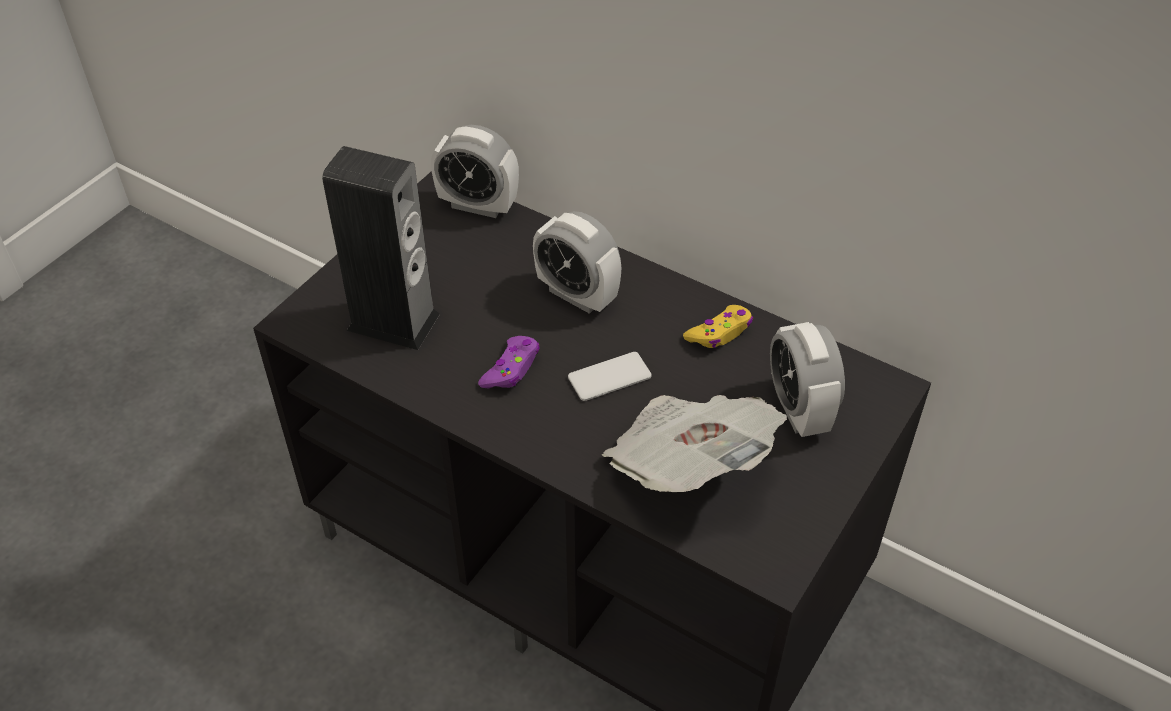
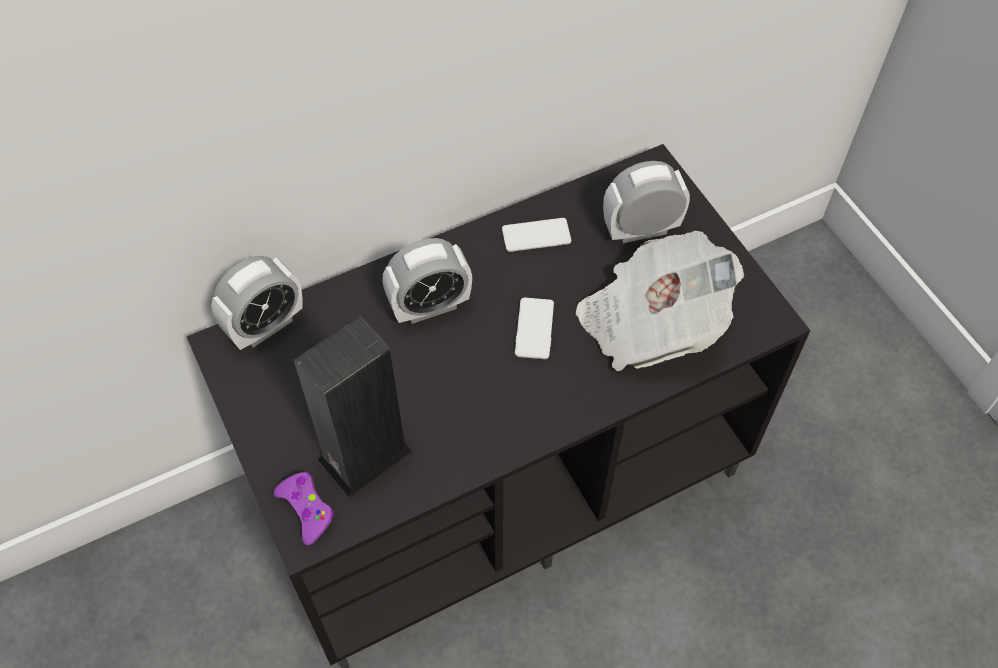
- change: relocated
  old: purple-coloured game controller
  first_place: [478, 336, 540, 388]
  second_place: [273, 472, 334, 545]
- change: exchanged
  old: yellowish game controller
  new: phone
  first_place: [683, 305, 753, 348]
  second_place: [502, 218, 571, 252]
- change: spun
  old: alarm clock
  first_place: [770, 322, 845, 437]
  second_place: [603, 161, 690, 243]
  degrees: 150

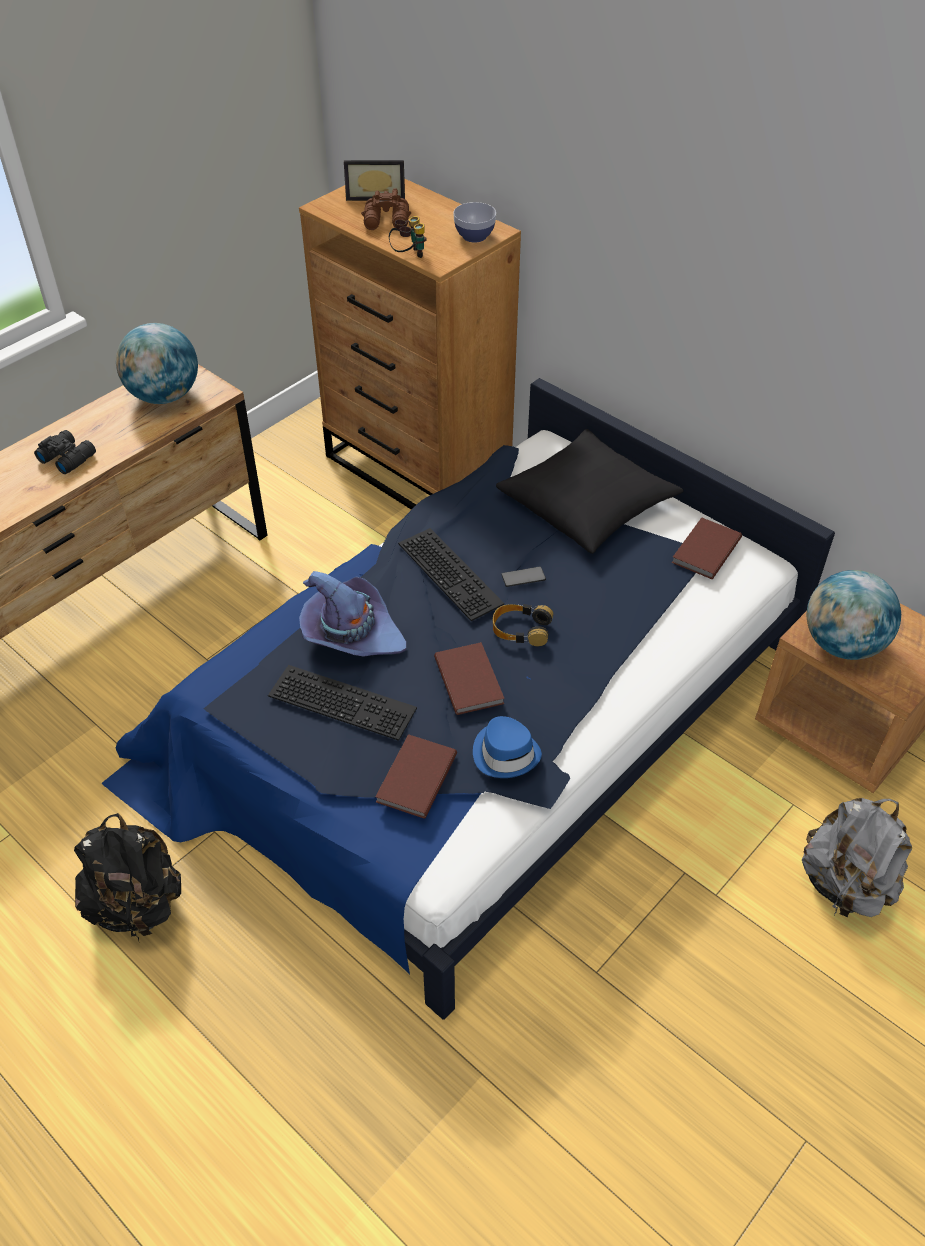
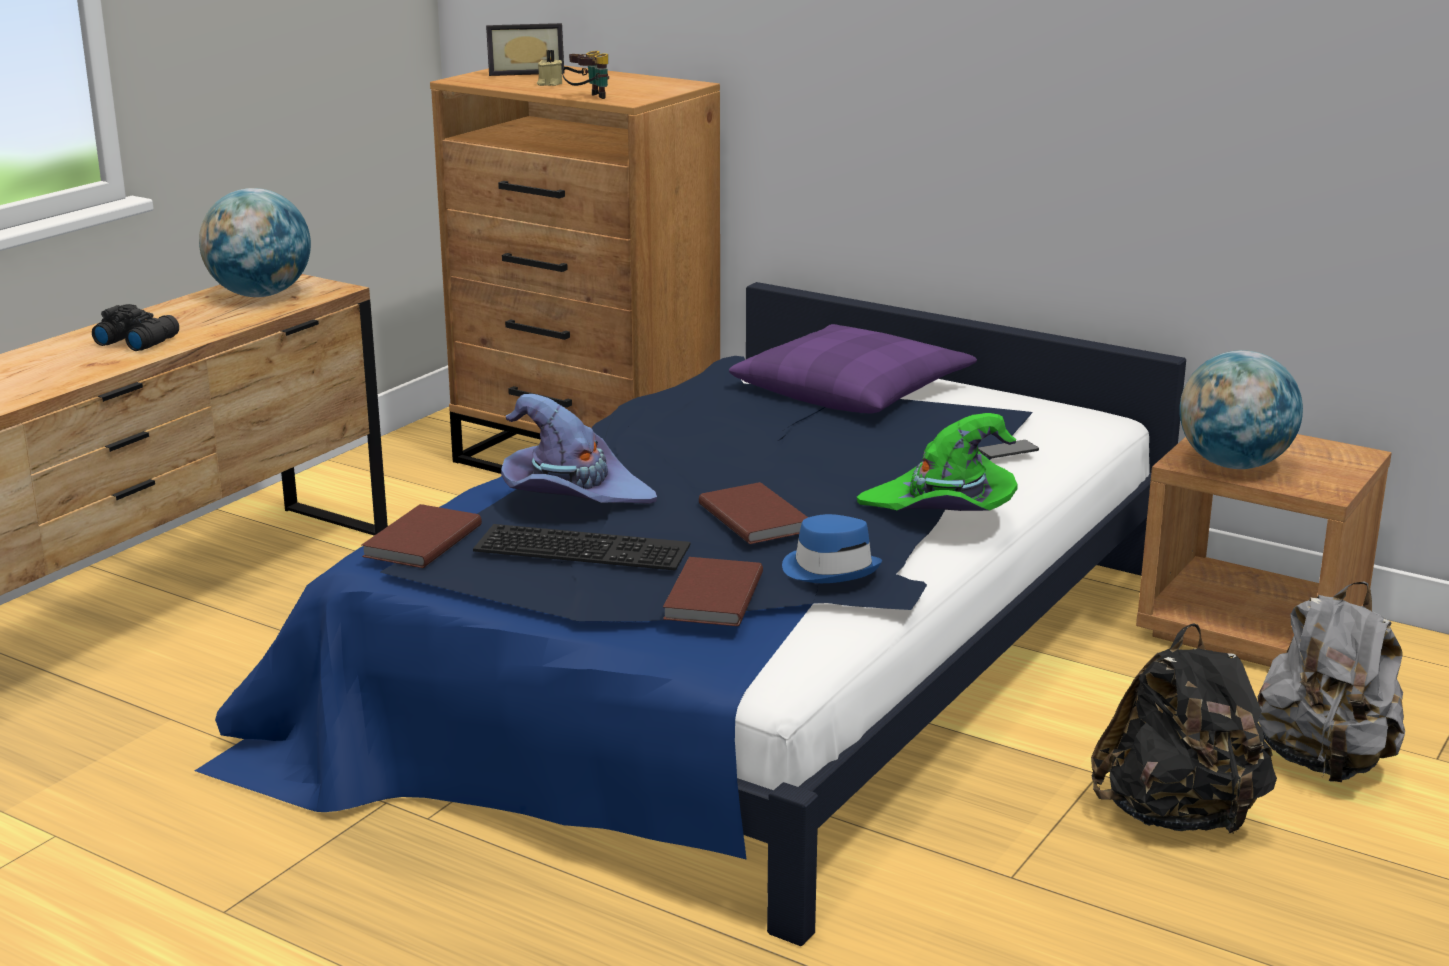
- change: relocated
  old: brown volume
  first_place: [671, 518, 742, 579]
  second_place: [362, 504, 482, 568]
- change: exchanged
  old: brown binoculars
  new: sand-coloured candle
  first_place: [361, 188, 411, 230]
  second_place: [537, 50, 562, 86]
- change: colour
  old: blackish cushion
  new: purple-coloured cushion
  first_place: [496, 429, 683, 554]
  second_place: [729, 324, 977, 413]
- change: appeared
  new: green-coloured wearable hat
  second_place: [857, 413, 1018, 511]
- change: relocated
  old: phone
  first_place: [501, 567, 546, 587]
  second_place: [978, 440, 1039, 459]
- change: relocated
  old: blackish backpack
  first_place: [74, 813, 181, 940]
  second_place: [1091, 623, 1277, 833]
- change: missing
  old: computer keyboard
  first_place: [398, 528, 504, 621]
- change: missing
  old: deep dish
  first_place: [453, 202, 496, 242]
- change: missing
  old: headset
  first_place: [493, 604, 553, 646]

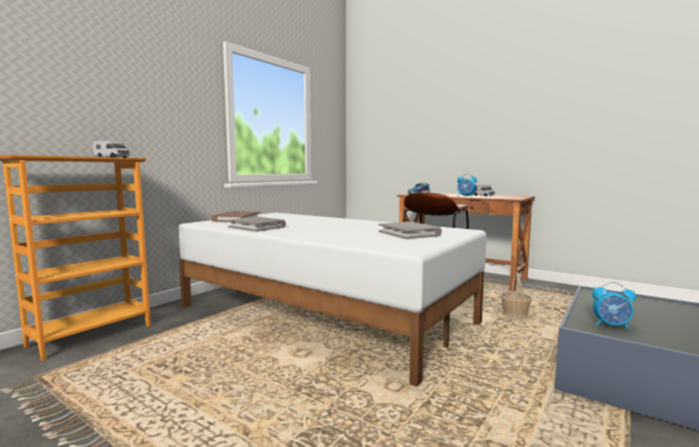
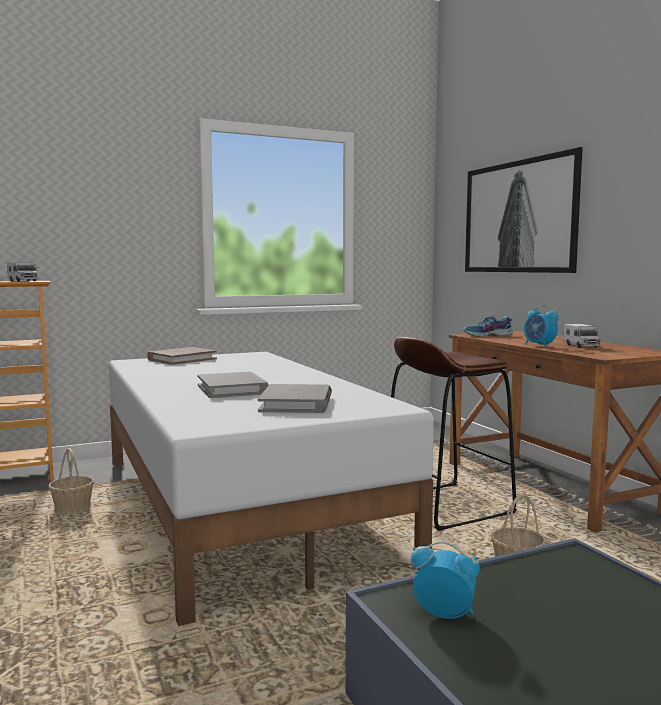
- change: appeared
  new: storage basket
  second_place: [49, 448, 94, 514]
- change: relocated
  old: greyish volume
  first_place: [228, 217, 286, 232]
  second_place: [197, 372, 269, 398]
- change: spun
  old: alarm clock
  first_place: [592, 282, 636, 330]
  second_place: [411, 541, 480, 619]
  degrees: 150
- change: appeared
  new: wall art
  second_place: [465, 147, 583, 273]

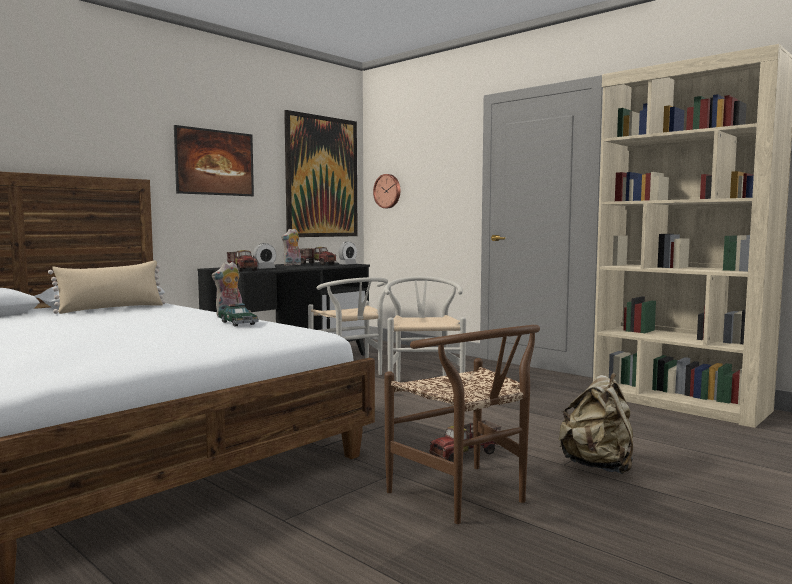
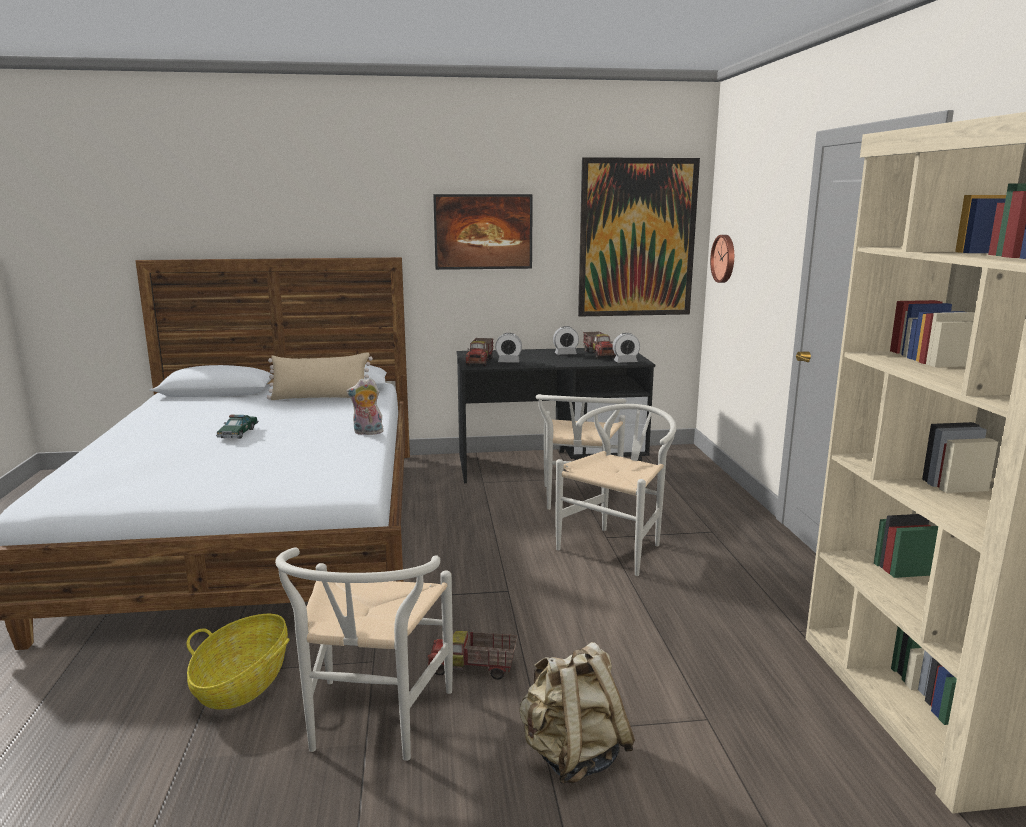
- change: appeared
  new: storage basket
  second_place: [187, 614, 289, 709]
- change: relocated
  old: miniature car
  first_place: [217, 303, 259, 327]
  second_place: [216, 415, 258, 439]
- change: colour
  old: brown chair
  new: white-coloured chair
  first_place: [384, 325, 540, 524]
  second_place: [275, 547, 453, 761]
- change: exchanged
  old: cuddly toy
  new: alarm clock
  first_place: [281, 228, 301, 265]
  second_place: [553, 326, 579, 355]

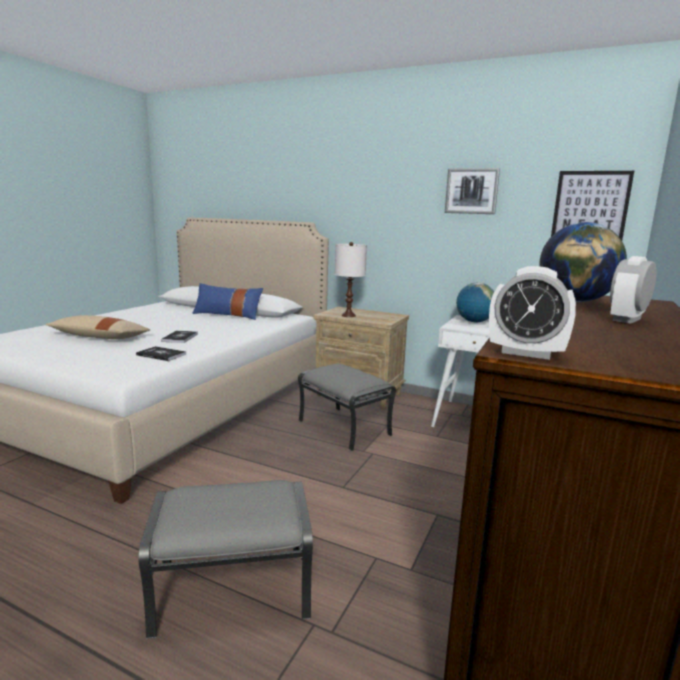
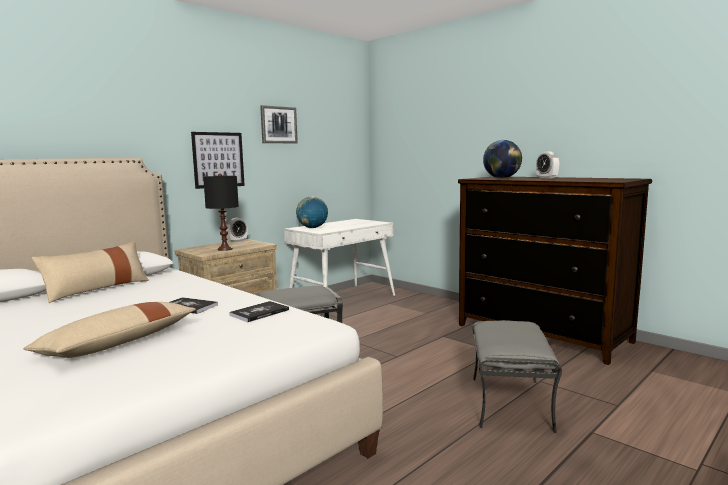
- change: colour
  old: bluish cushion
  new: sand-coloured cushion
  first_place: [192, 283, 263, 320]
  second_place: [32, 241, 149, 303]
- change: relocated
  old: wall art
  first_place: [551, 171, 634, 240]
  second_place: [191, 132, 245, 189]
- change: colour
  old: white-coloured tabletop lamp
  new: blackish tabletop lamp
  first_place: [335, 242, 367, 317]
  second_place: [203, 174, 239, 251]
- change: relocated
  old: alarm clock
  first_place: [489, 266, 576, 360]
  second_place: [226, 218, 247, 242]

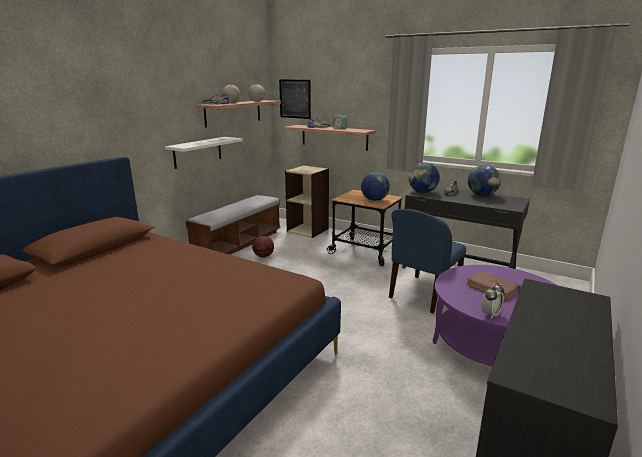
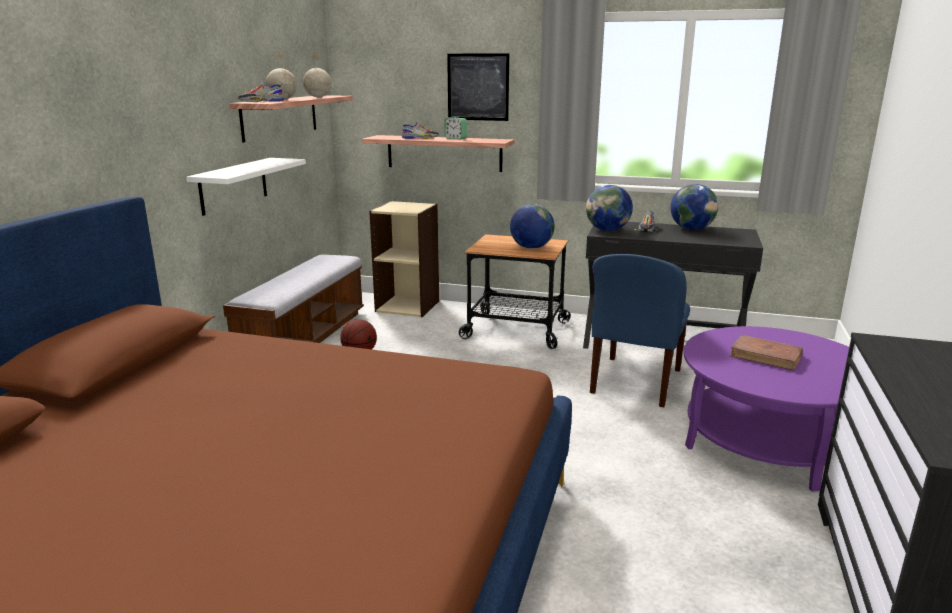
- change: relocated
  old: wall art
  first_place: [279, 80, 311, 119]
  second_place: [447, 53, 509, 121]
- change: missing
  old: alarm clock
  first_place: [481, 283, 504, 319]

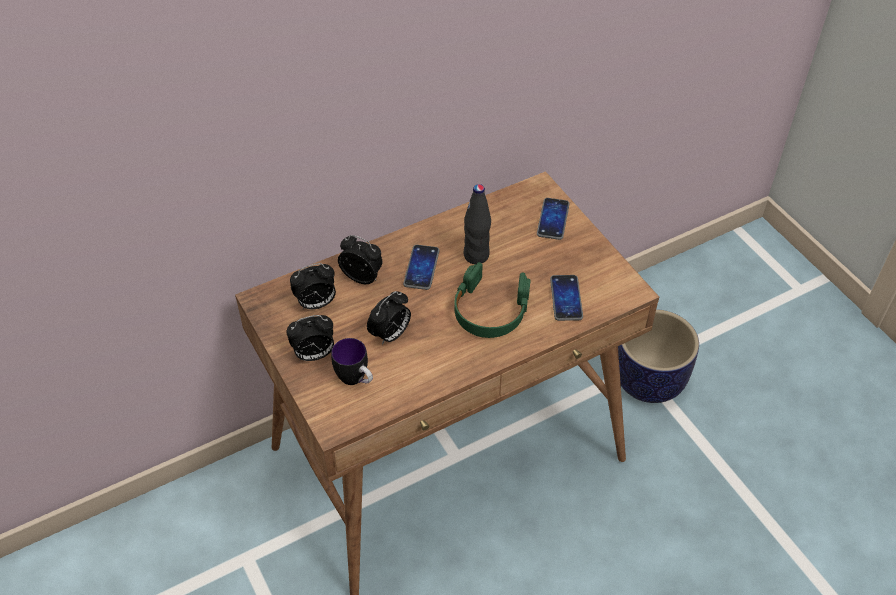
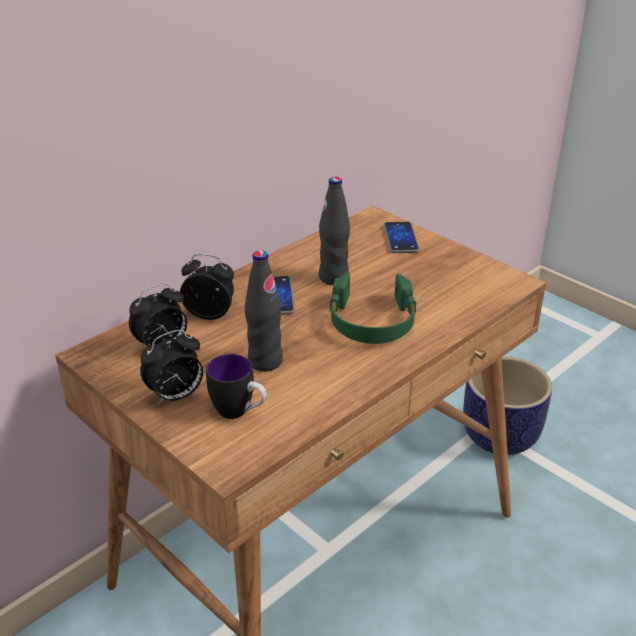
- change: exchanged
  old: alarm clock
  new: blackish drink bottle
  first_place: [367, 291, 411, 345]
  second_place: [245, 250, 283, 372]
- change: missing
  old: phone
  first_place: [550, 275, 583, 321]

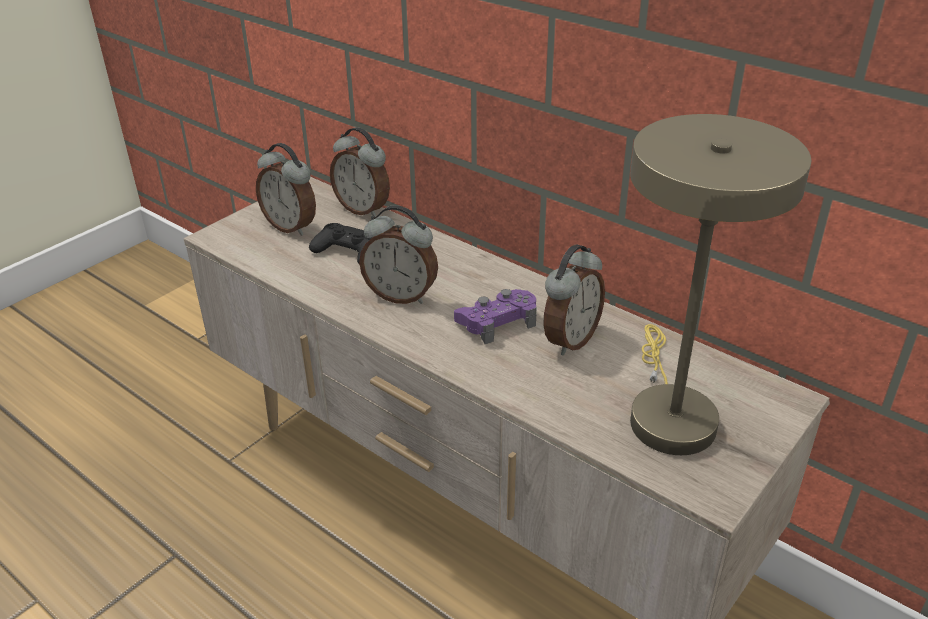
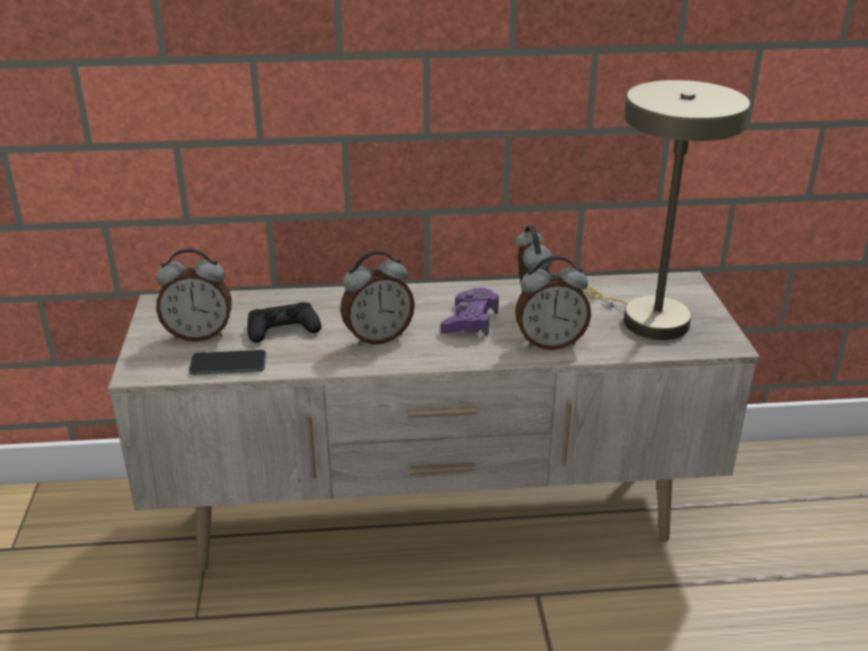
- change: appeared
  new: phone
  second_place: [189, 350, 266, 375]
- change: relocated
  old: alarm clock
  first_place: [330, 127, 390, 217]
  second_place: [515, 256, 591, 350]

